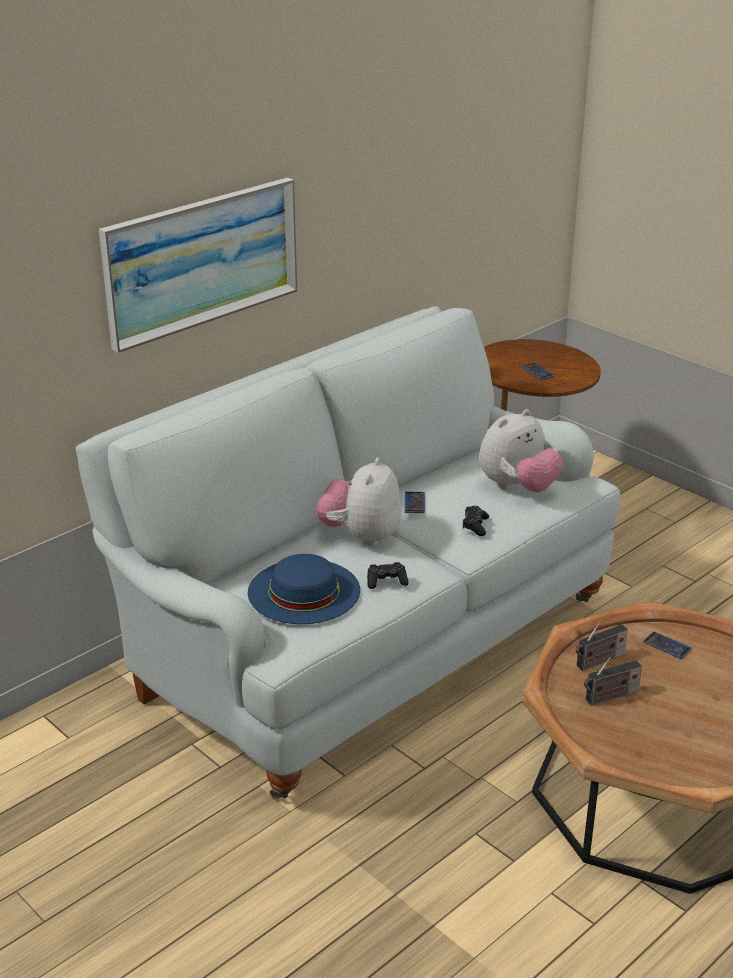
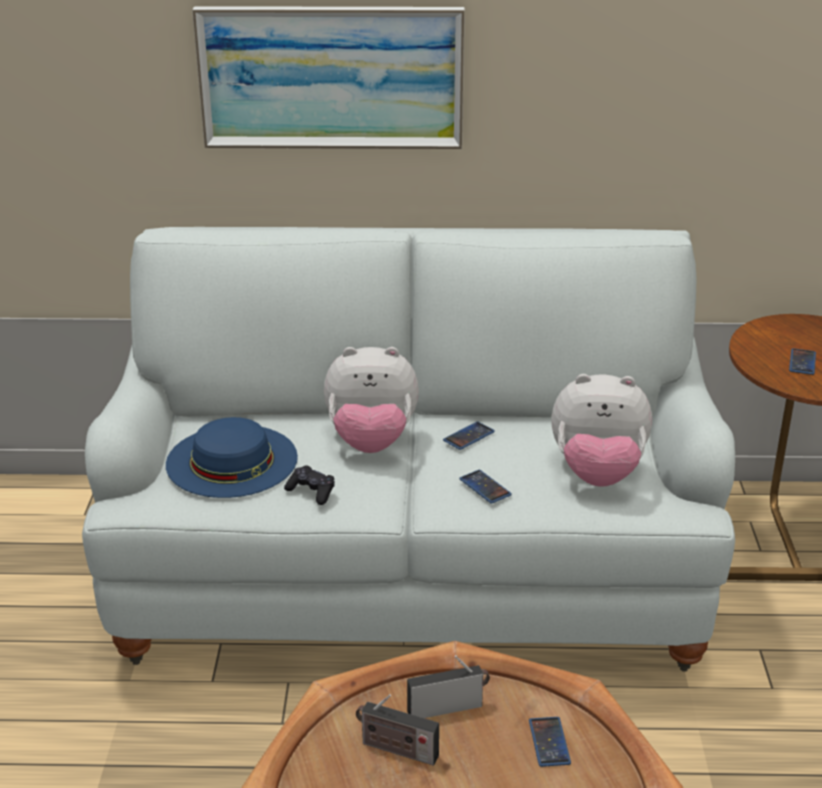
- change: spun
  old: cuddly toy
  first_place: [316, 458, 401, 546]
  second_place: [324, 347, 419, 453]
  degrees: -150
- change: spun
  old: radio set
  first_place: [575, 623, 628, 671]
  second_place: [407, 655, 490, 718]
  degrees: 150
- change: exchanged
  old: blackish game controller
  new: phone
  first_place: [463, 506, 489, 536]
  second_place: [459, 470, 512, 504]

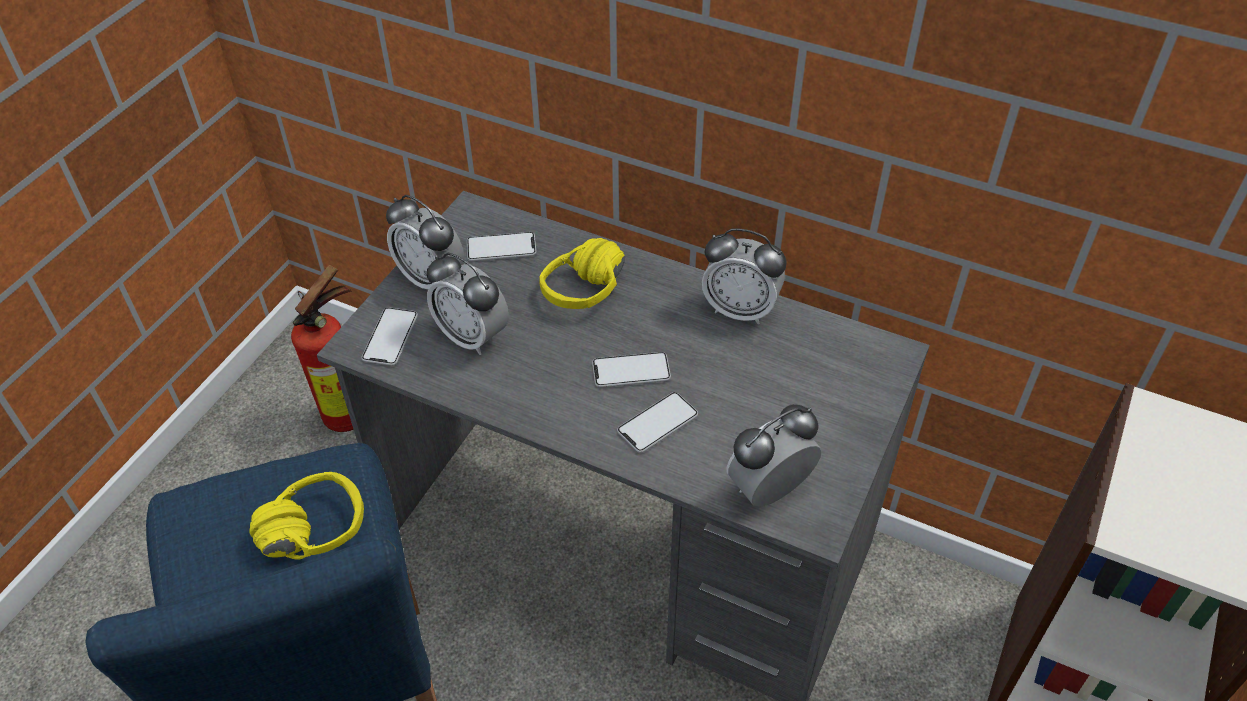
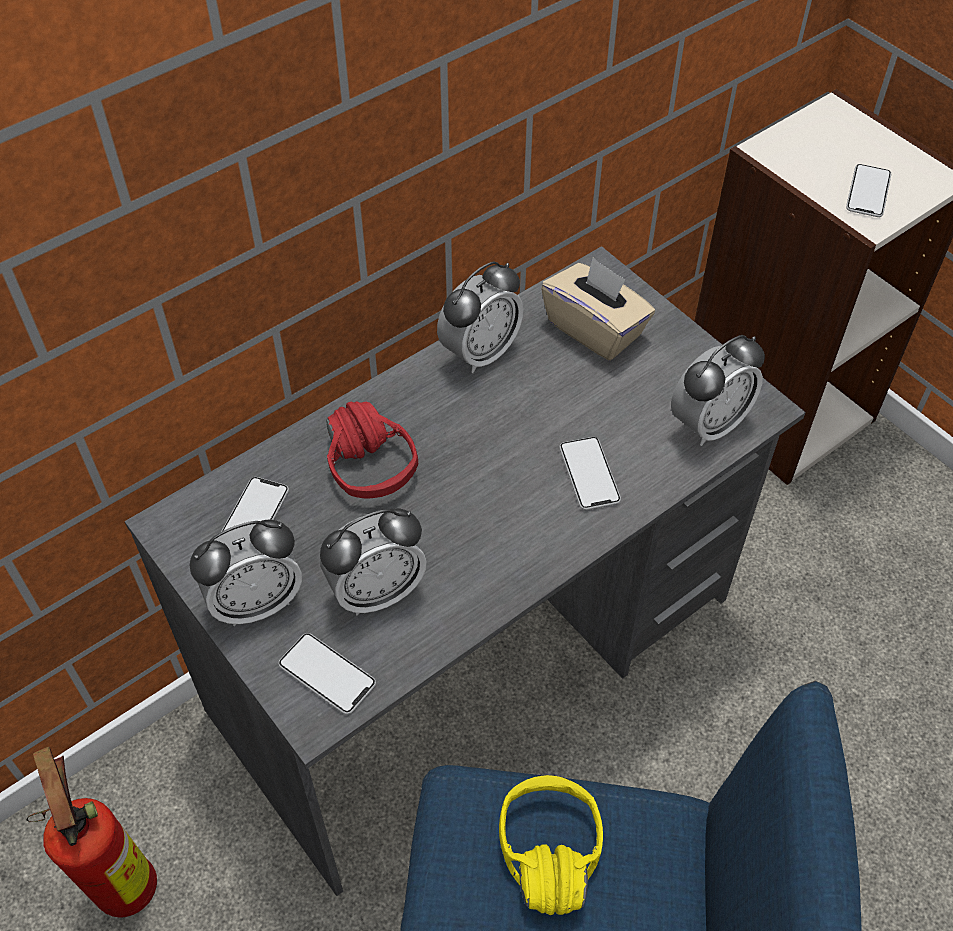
- change: colour
  old: yellowish headset
  new: red headset
  first_place: [539, 238, 625, 309]
  second_place: [326, 401, 418, 498]
- change: appeared
  new: sand-coloured box of tissues
  second_place: [541, 257, 655, 360]
- change: spun
  old: alarm clock
  first_place: [727, 404, 822, 507]
  second_place: [671, 335, 765, 446]
  degrees: -120
- change: relocated
  old: phone
  first_place: [592, 352, 671, 387]
  second_place: [846, 164, 891, 217]

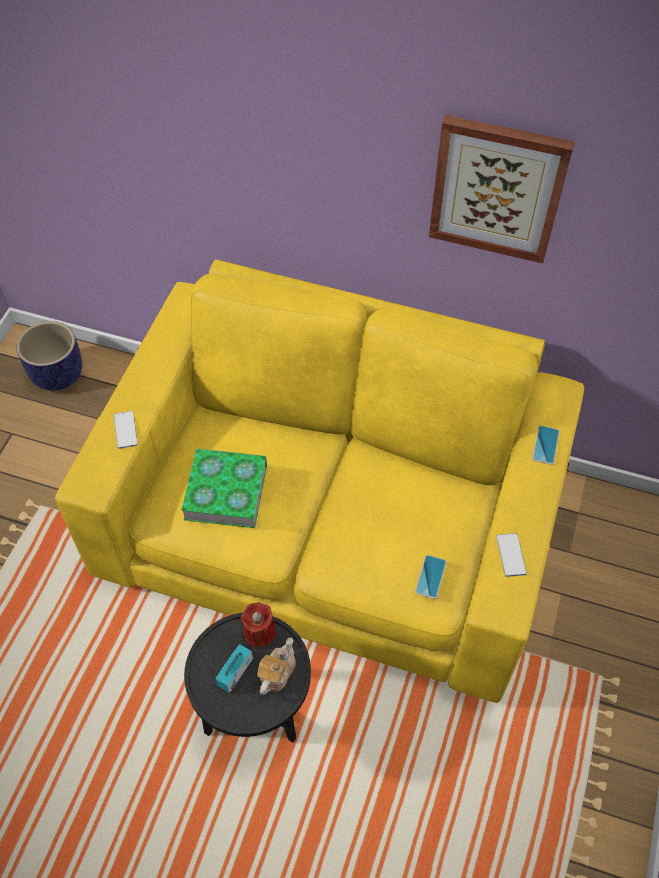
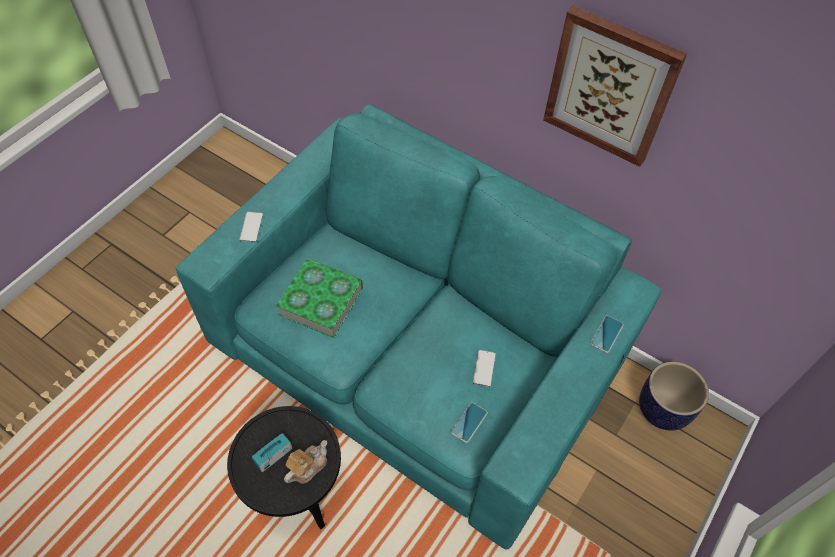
- change: colour
  old: yellowish couch
  new: turquoise-coloured couch
  first_place: [55, 259, 584, 703]
  second_place: [176, 104, 661, 550]
- change: relocated
  old: phone
  first_place: [496, 533, 527, 577]
  second_place: [473, 350, 496, 387]
- change: relocated
  old: plant pot
  first_place: [17, 321, 82, 391]
  second_place: [639, 361, 709, 431]
- change: missing
  old: red candle
  first_place: [240, 602, 276, 648]

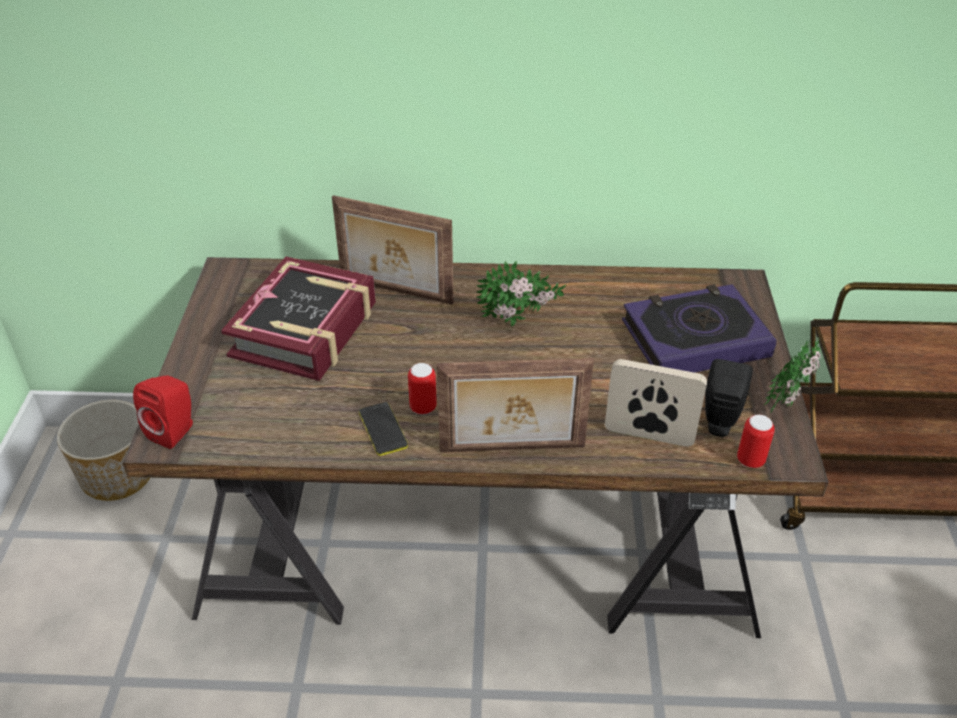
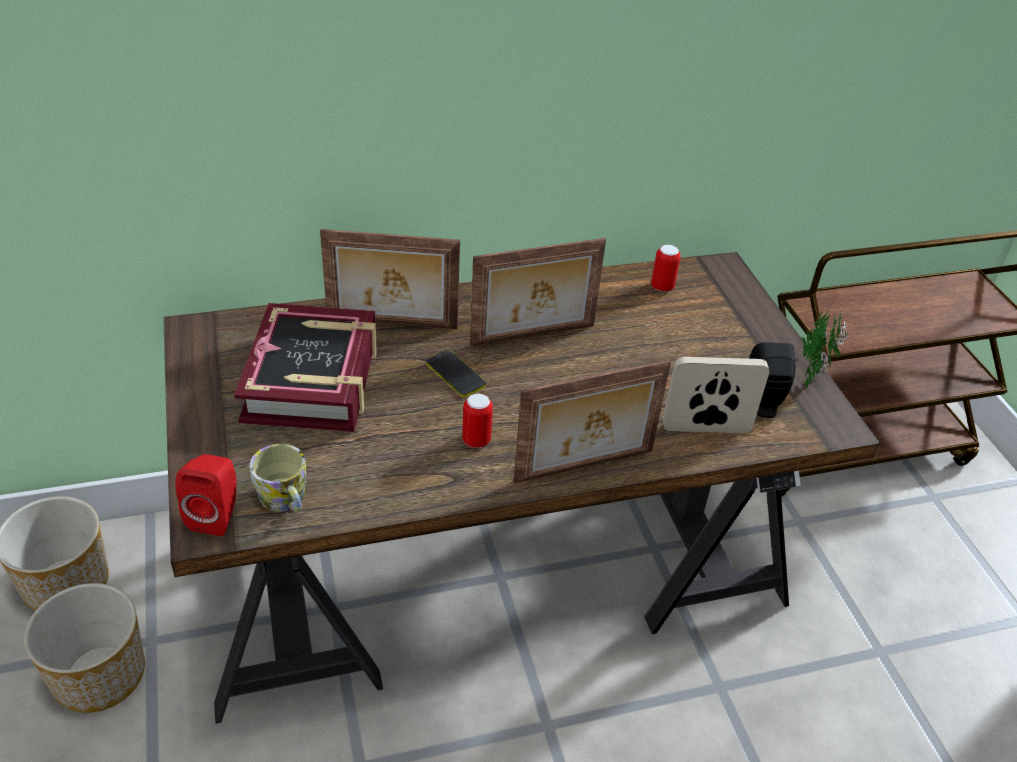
- change: appeared
  new: plant pot
  second_place: [24, 583, 145, 713]
- change: appeared
  new: mug
  second_place: [250, 444, 307, 512]
- change: relocated
  old: phone
  first_place: [359, 402, 408, 456]
  second_place: [426, 350, 486, 397]
- change: exchanged
  old: plant in a pot
  new: picture frame
  first_place: [476, 260, 566, 326]
  second_place: [470, 238, 606, 346]
- change: relocated
  old: can
  first_place: [737, 414, 775, 468]
  second_place: [651, 245, 681, 292]
- change: missing
  old: volume
  first_place: [622, 284, 777, 373]

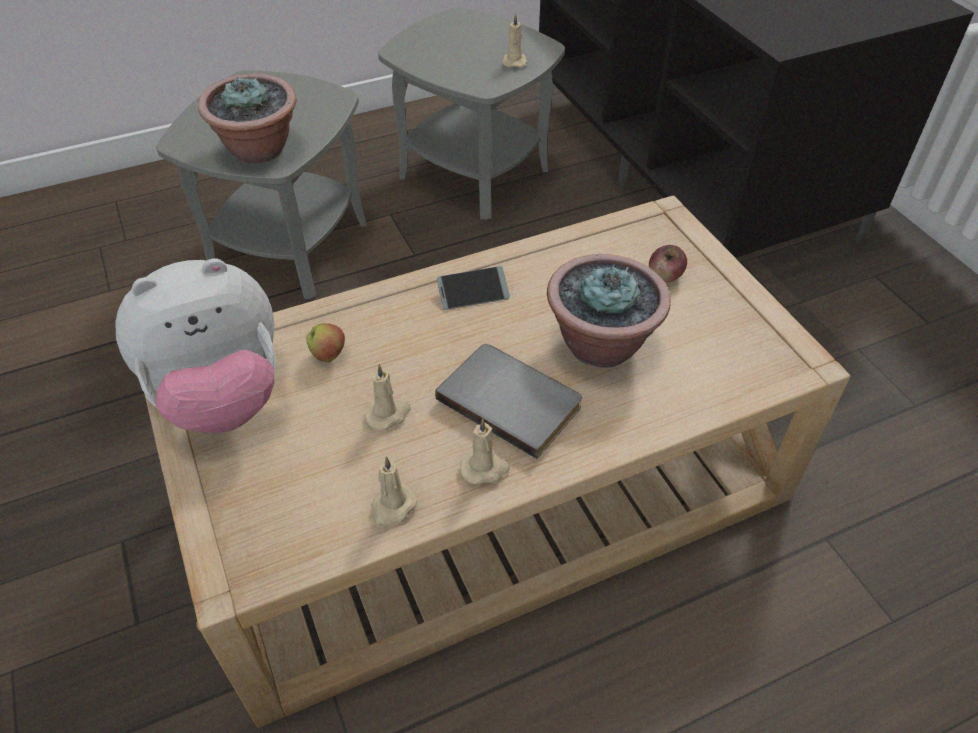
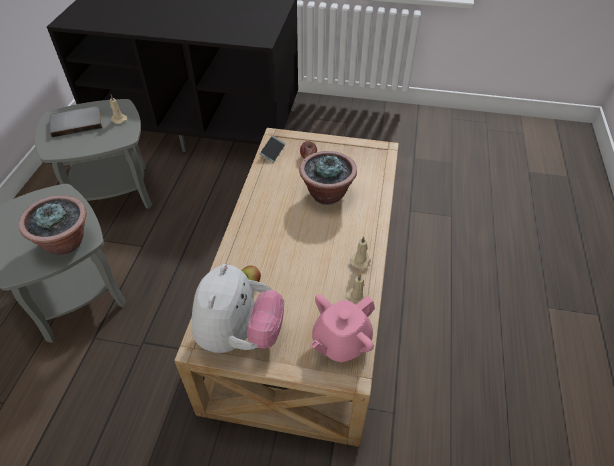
- change: relocated
  old: greyish volume
  first_place: [435, 344, 582, 459]
  second_place: [50, 106, 103, 137]
- change: relocated
  old: phone
  first_place: [437, 266, 510, 310]
  second_place: [260, 135, 286, 163]
- change: appeared
  new: pinkish teapot
  second_place: [310, 294, 375, 362]
- change: missing
  old: sand-coloured candle
  first_place: [364, 364, 411, 430]

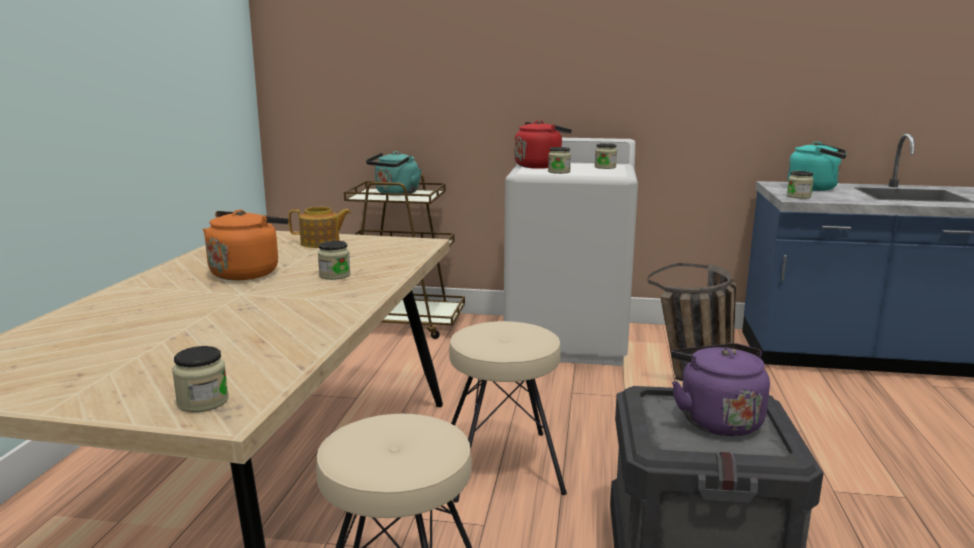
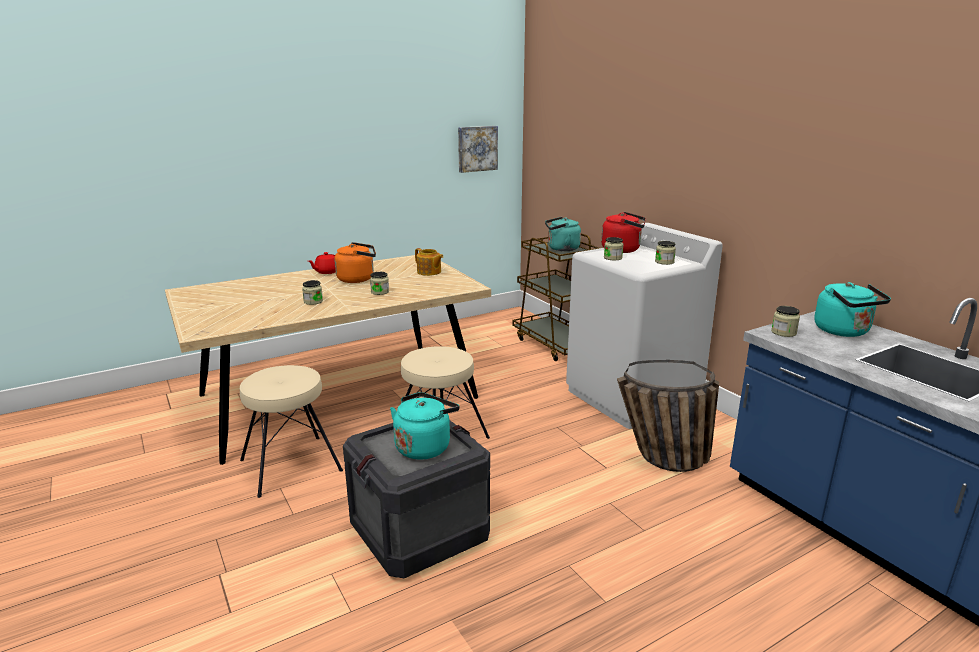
- change: relocated
  old: preserve jar
  first_place: [172, 346, 228, 413]
  second_place: [302, 280, 323, 305]
- change: appeared
  new: red teapot
  second_place: [308, 252, 336, 274]
- change: colour
  old: purple-coloured kettle
  new: turquoise-coloured kettle
  first_place: [671, 343, 770, 436]
  second_place: [390, 392, 459, 460]
- change: appeared
  new: wall art
  second_place: [458, 126, 498, 173]

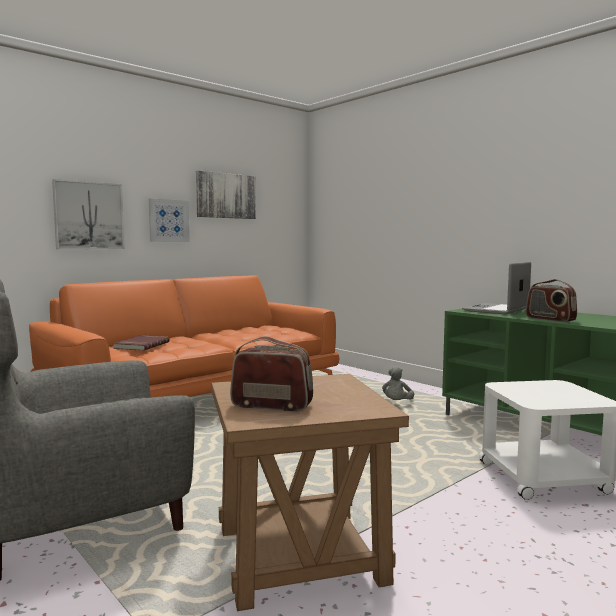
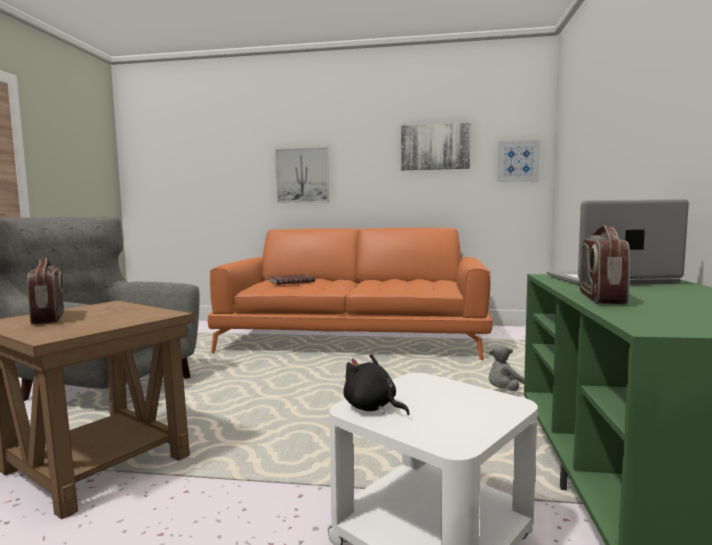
- change: appeared
  new: blackish cuddly toy
  second_place: [343, 354, 410, 415]
- change: relocated
  old: wall art
  first_place: [149, 199, 190, 242]
  second_place: [497, 140, 540, 182]

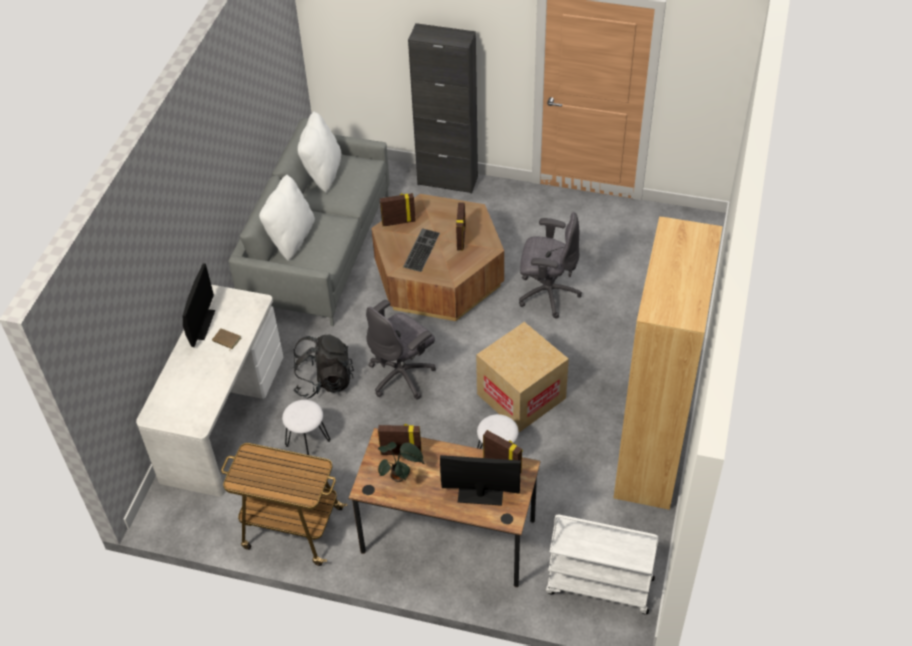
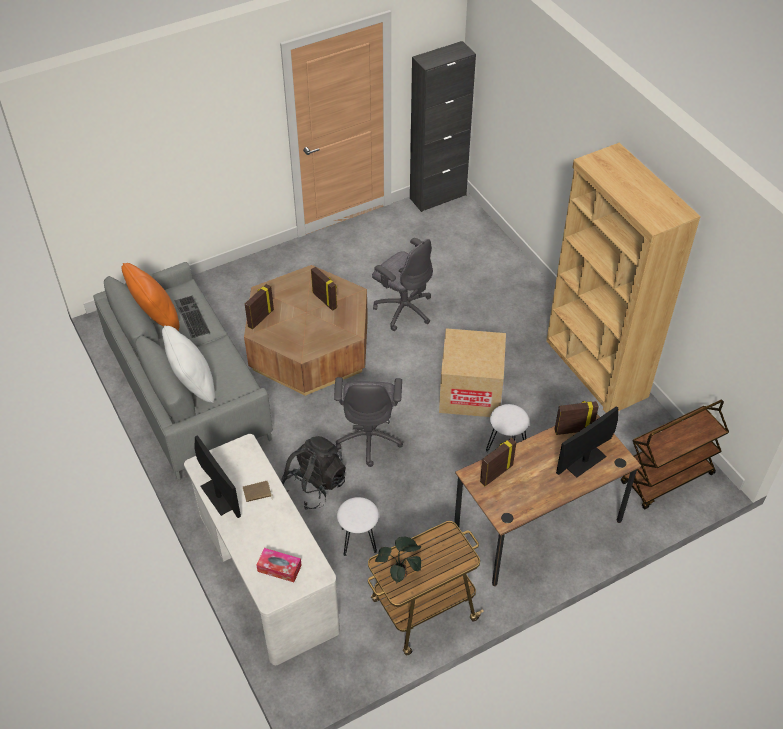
- change: colour
  old: white-coloured cushion
  new: orange-coloured cushion
  first_place: [297, 111, 341, 193]
  second_place: [121, 263, 180, 331]
- change: relocated
  old: computer keyboard
  first_place: [403, 228, 440, 272]
  second_place: [174, 295, 210, 338]
- change: appeared
  new: box of tissues
  second_place: [256, 548, 302, 582]
- change: spun
  old: greyish desk chair
  first_place: [519, 212, 582, 318]
  second_place: [372, 238, 433, 331]
  degrees: 75
- change: relocated
  old: plant in a pot
  first_place: [378, 442, 424, 482]
  second_place: [375, 537, 422, 583]
- change: relocated
  old: blackish cupboard
  first_place: [408, 23, 478, 194]
  second_place: [410, 41, 476, 212]
- change: colour
  old: white-coloured trolley
  new: brown trolley
  first_place: [546, 515, 659, 614]
  second_place: [621, 400, 729, 509]

